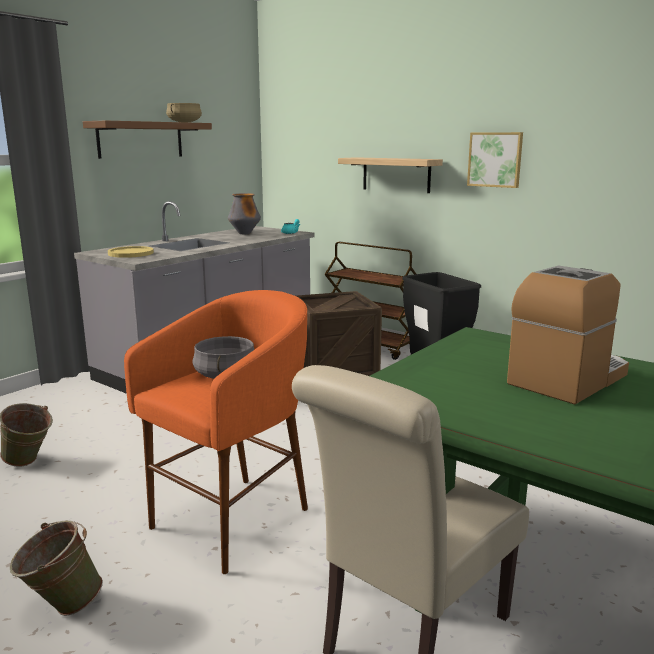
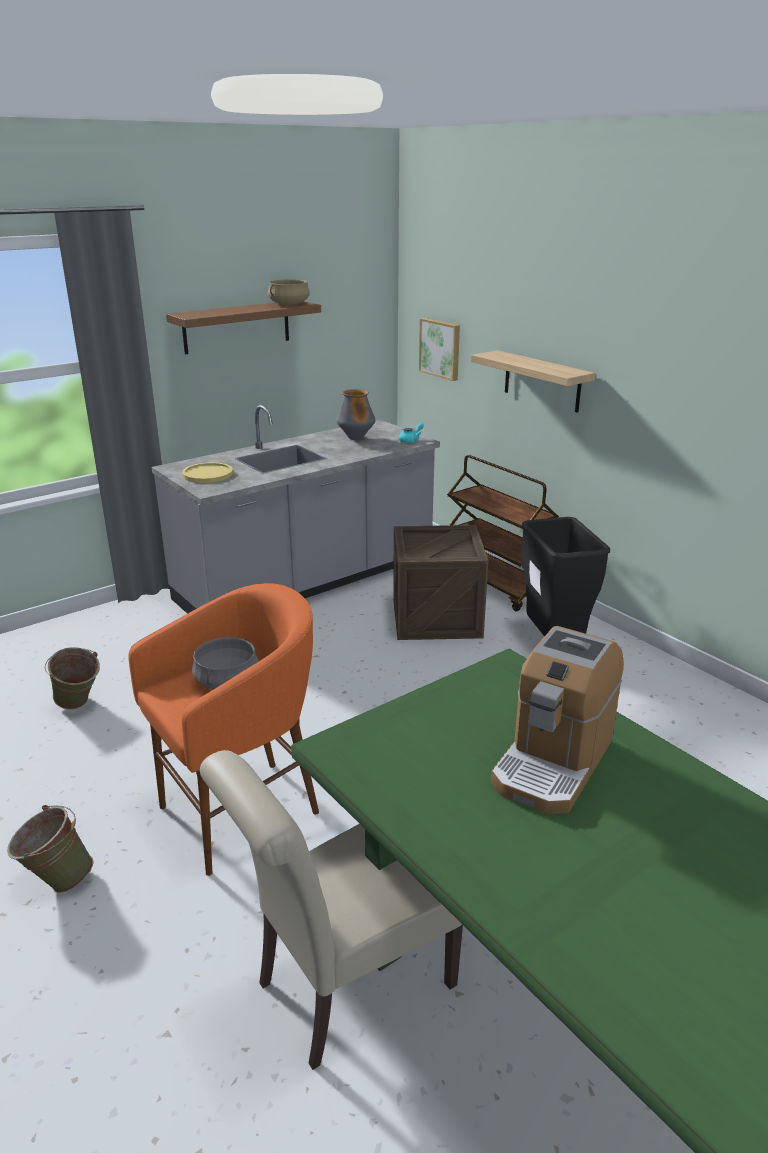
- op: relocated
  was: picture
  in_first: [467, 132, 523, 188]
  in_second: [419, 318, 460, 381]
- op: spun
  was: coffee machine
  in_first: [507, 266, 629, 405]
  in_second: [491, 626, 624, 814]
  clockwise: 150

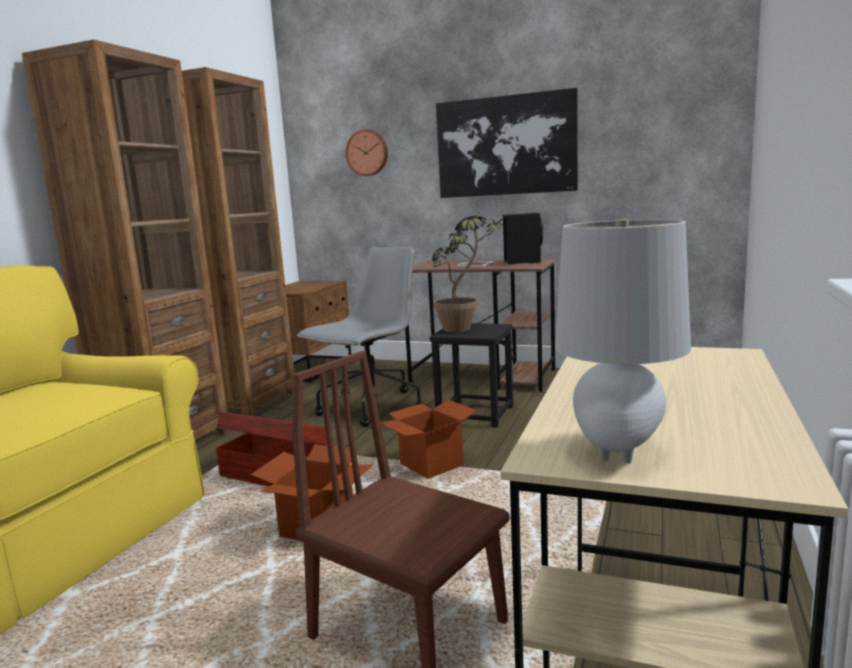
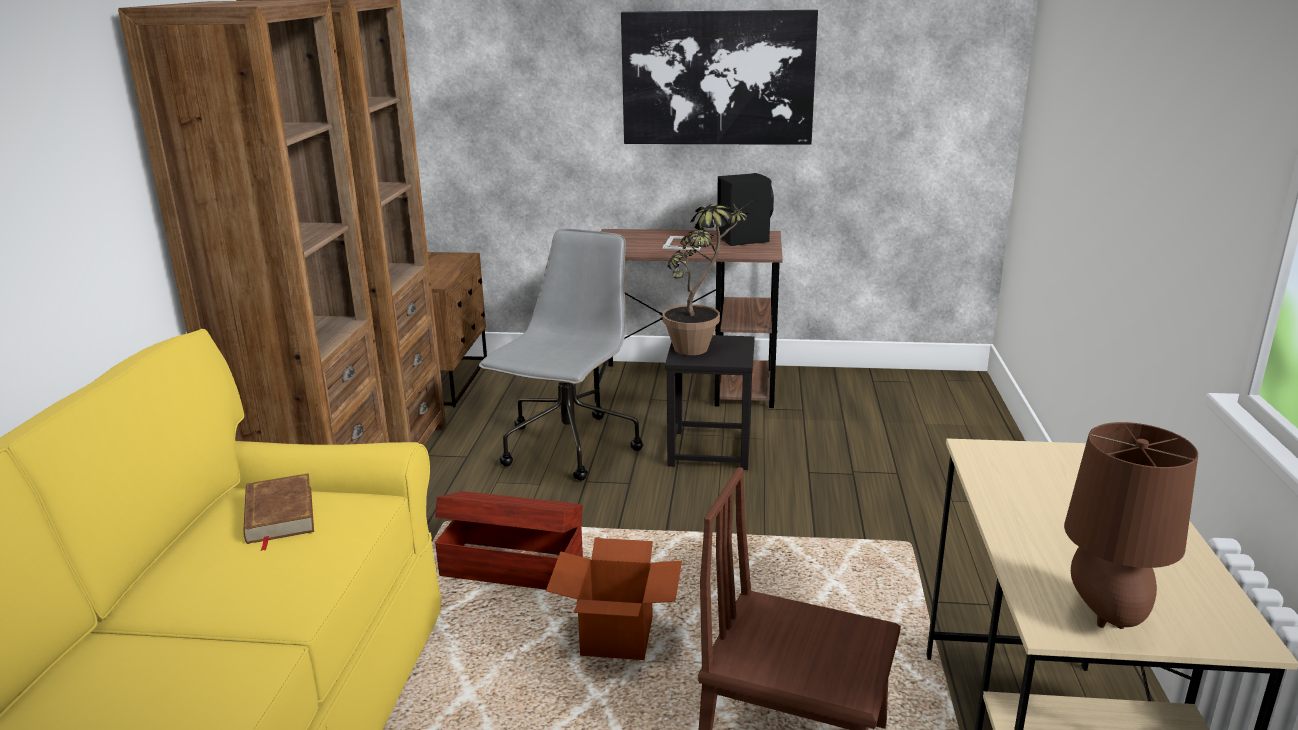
- op: missing
  was: wall clock
  in_first: [345, 129, 388, 176]
- op: missing
  was: cardboard box
  in_first: [380, 400, 478, 479]
- op: appeared
  now: book/brown
  in_second: [243, 473, 314, 551]
- op: colour
  was: table lamp/grey
  now: table lamp/brown
  in_first: [555, 219, 691, 464]
  in_second: [1064, 422, 1198, 629]

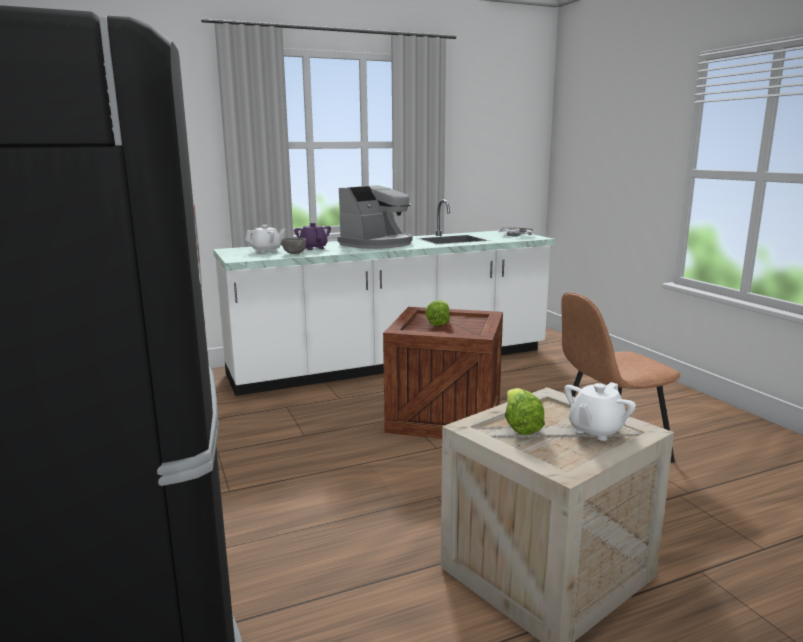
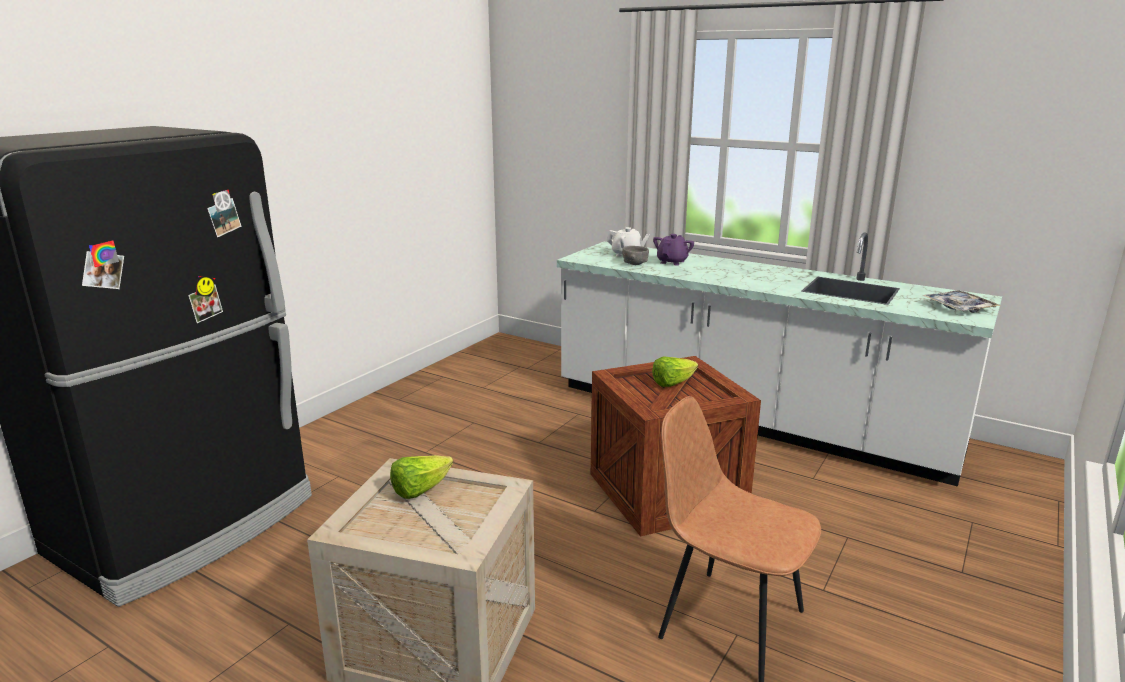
- op: missing
  was: coffee machine
  in_first: [338, 185, 413, 249]
- op: missing
  was: teapot/white
  in_first: [564, 382, 636, 441]

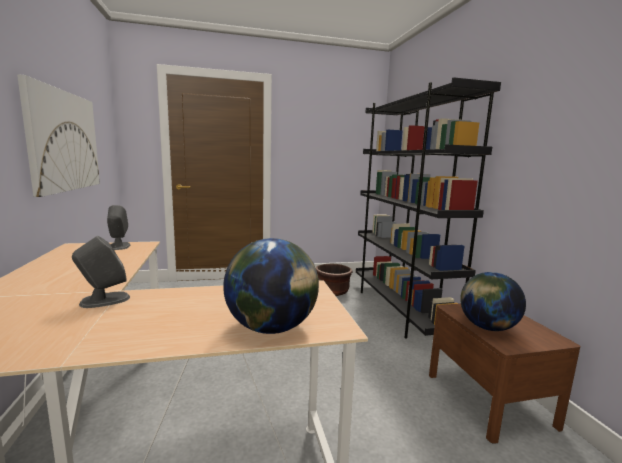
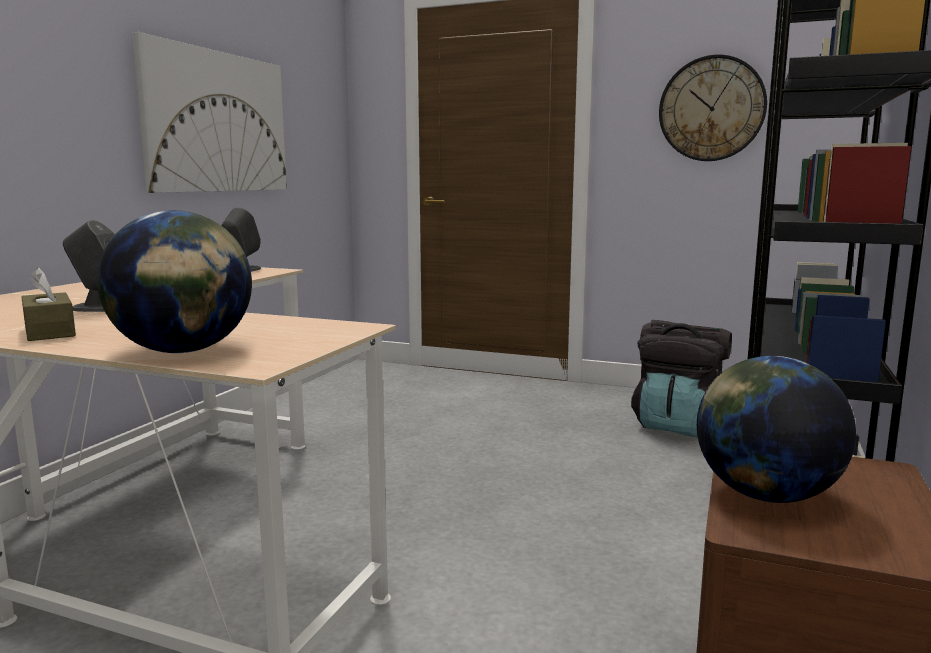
- op: appeared
  now: tissue box/brown
  in_second: [21, 267, 76, 341]
- op: appeared
  now: wall clock
  in_second: [659, 55, 767, 161]
- op: exchanged
  was: planter/brown
  now: backpack/black
  in_first: [316, 264, 352, 296]
  in_second: [631, 320, 732, 437]

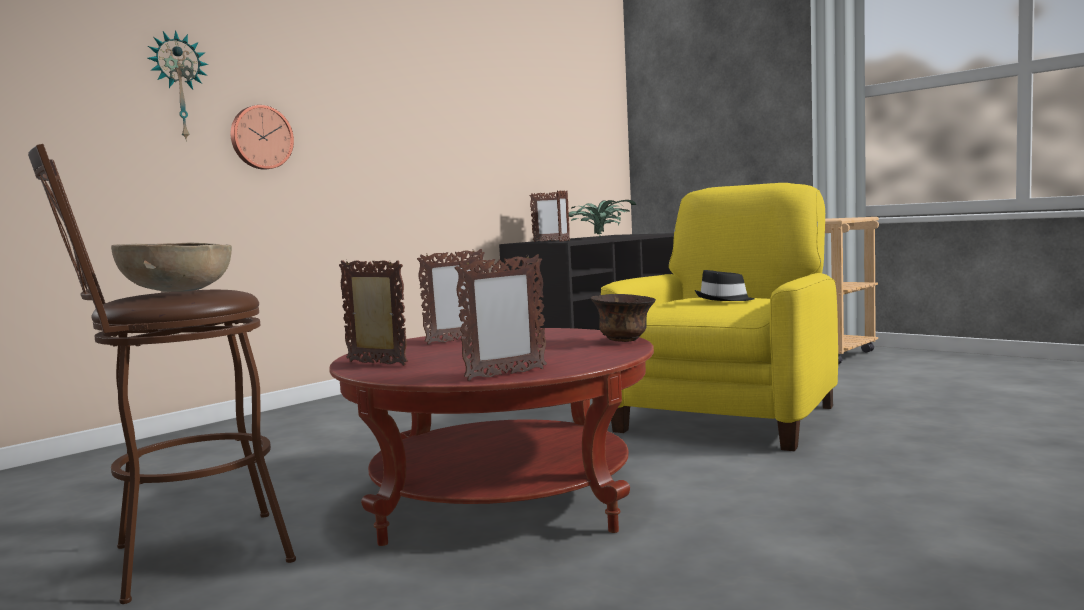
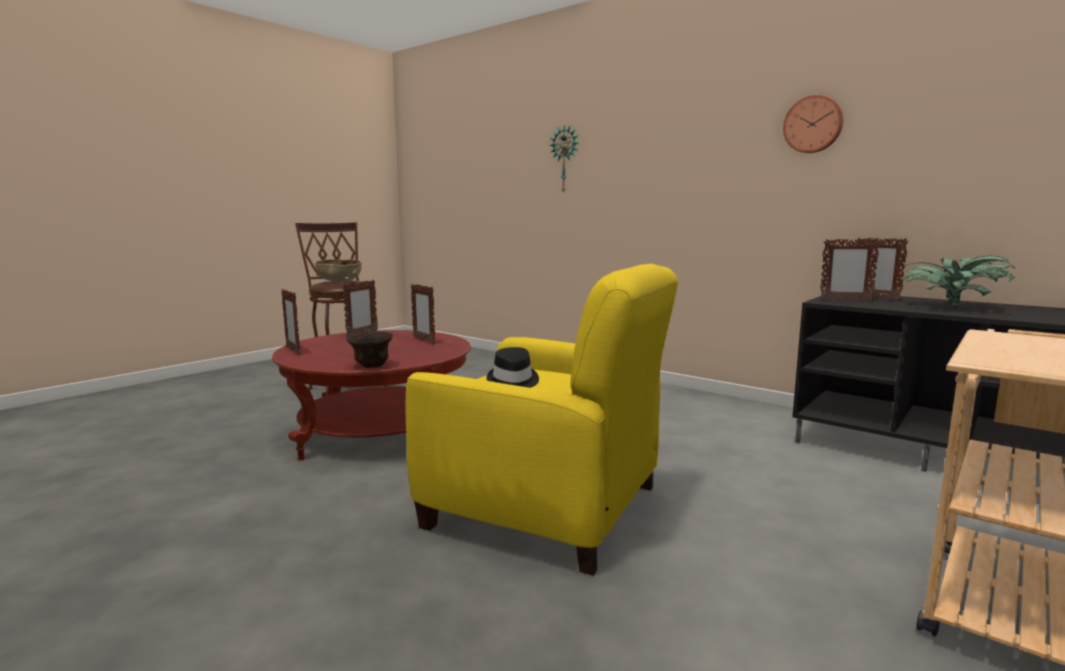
- op: relocated
  was: wall clock
  in_first: [231, 105, 294, 170]
  in_second: [783, 95, 843, 153]

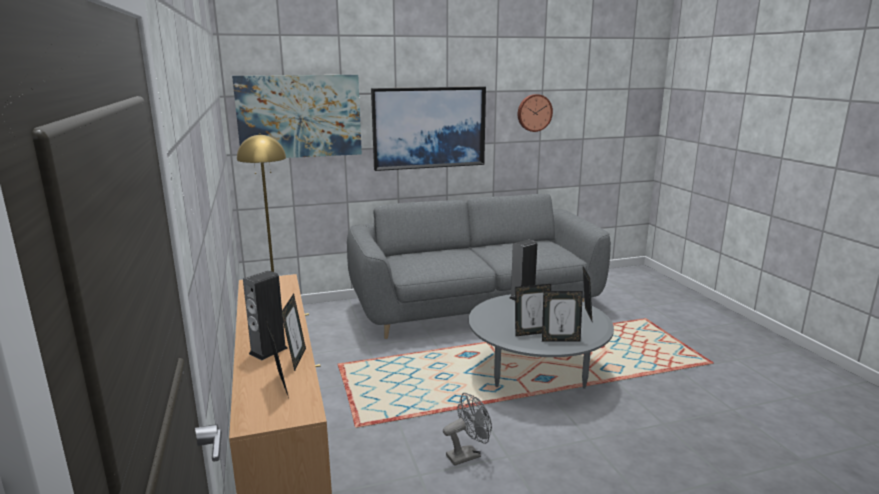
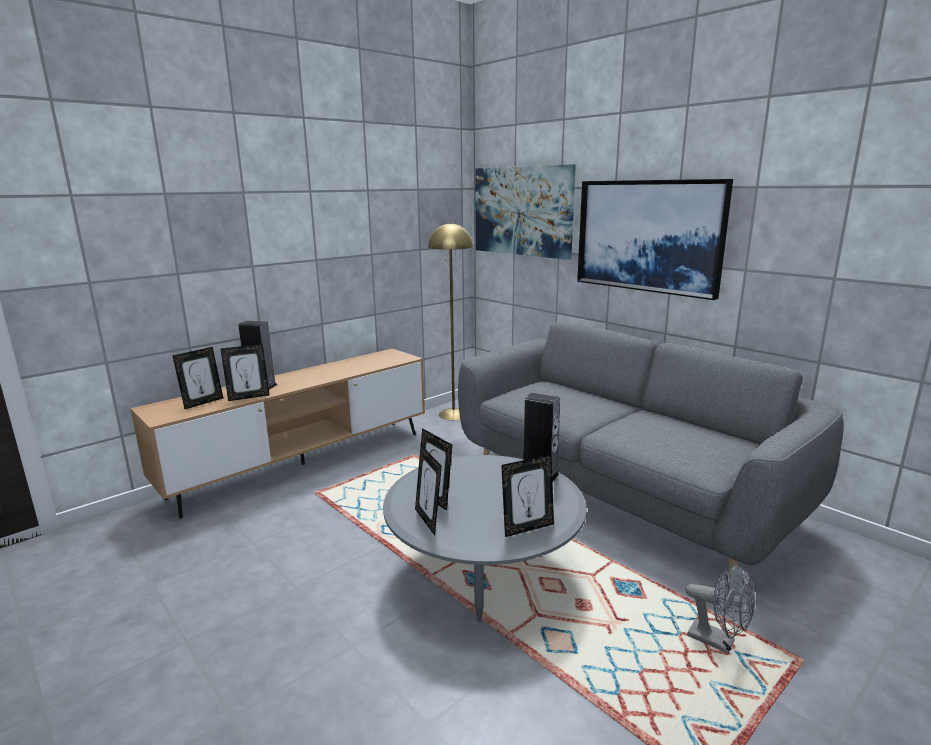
- op: missing
  was: wall clock
  in_first: [518, 94, 553, 132]
- op: relocated
  was: fan/grey
  in_first: [443, 393, 492, 466]
  in_second: [686, 564, 755, 654]

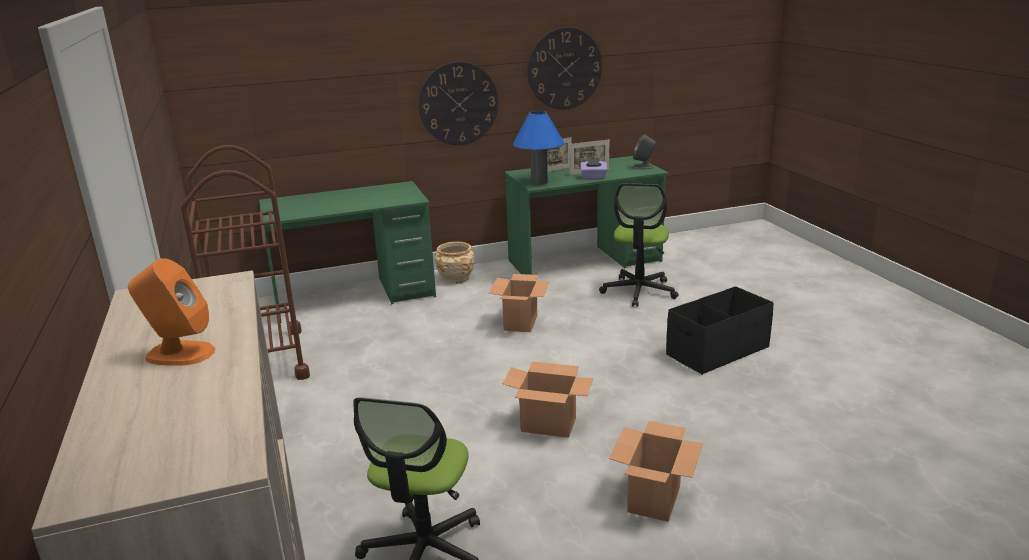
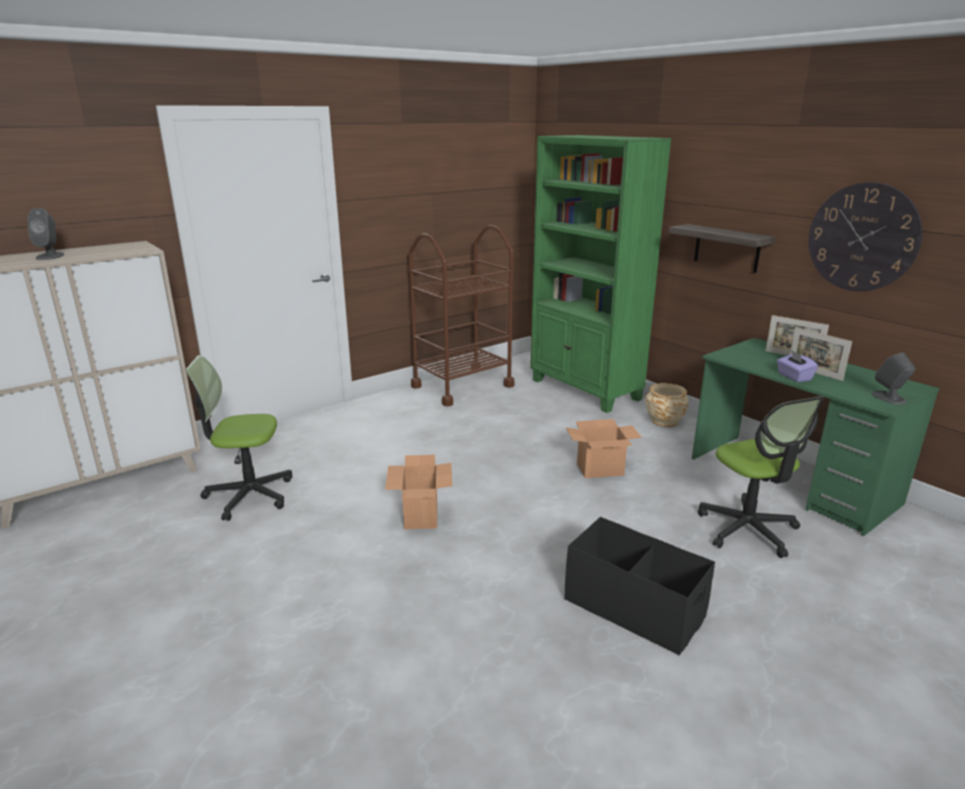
- op: missing
  was: table lamp/blue
  in_first: [513, 111, 564, 185]
- op: missing
  was: cardboard box
  in_first: [609, 421, 703, 522]
- op: exchanged
  was: desk/green
  now: bookcase/green
  in_first: [259, 181, 436, 323]
  in_second: [530, 135, 672, 413]
- op: exchanged
  was: wall clock
  now: shelf
  in_first: [418, 62, 498, 145]
  in_second: [669, 224, 776, 273]
- op: colour
  was: speaker/orange
  now: speaker/grey
  in_first: [128, 258, 215, 366]
  in_second: [28, 208, 65, 260]
- op: spun
  was: office chair
  in_first: [599, 183, 678, 307]
  in_second: [698, 396, 824, 558]
  clockwise: -105

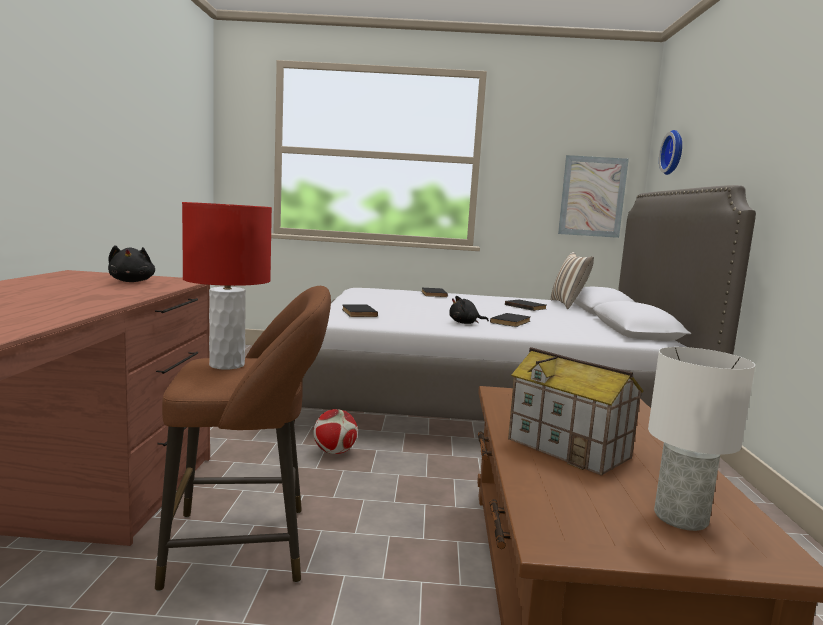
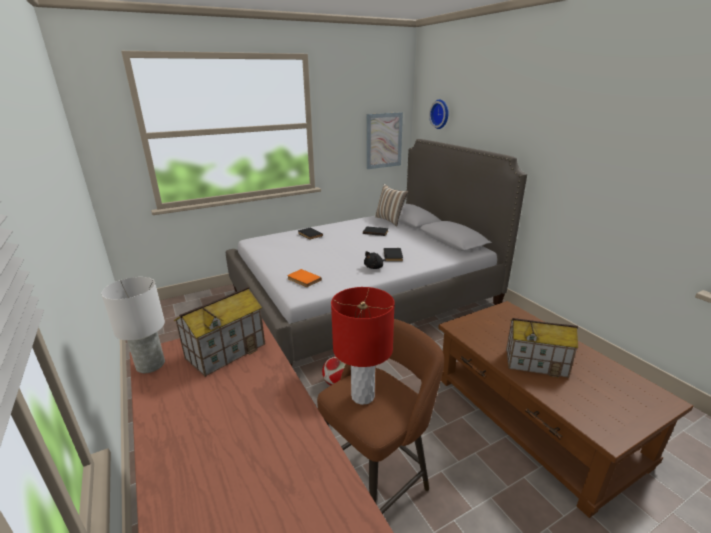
- op: relocated
  was: table lamp/white
  in_first: [648, 347, 755, 531]
  in_second: [101, 277, 165, 373]
- op: exchanged
  was: plush toy/black
  now: toy house
  in_first: [108, 245, 155, 282]
  in_second: [174, 287, 265, 377]
- op: colour
  was: book/black
  now: book/orange
  in_first: [342, 304, 378, 317]
  in_second: [287, 269, 322, 287]

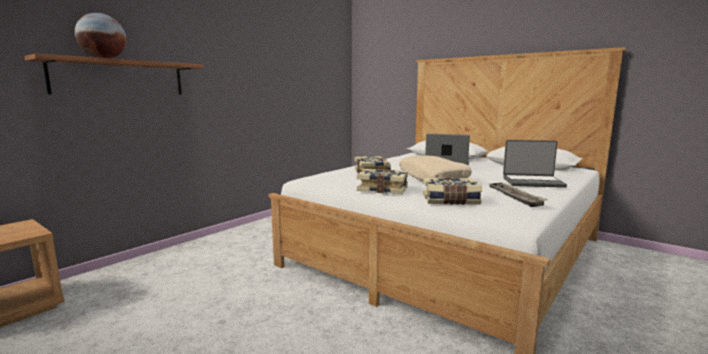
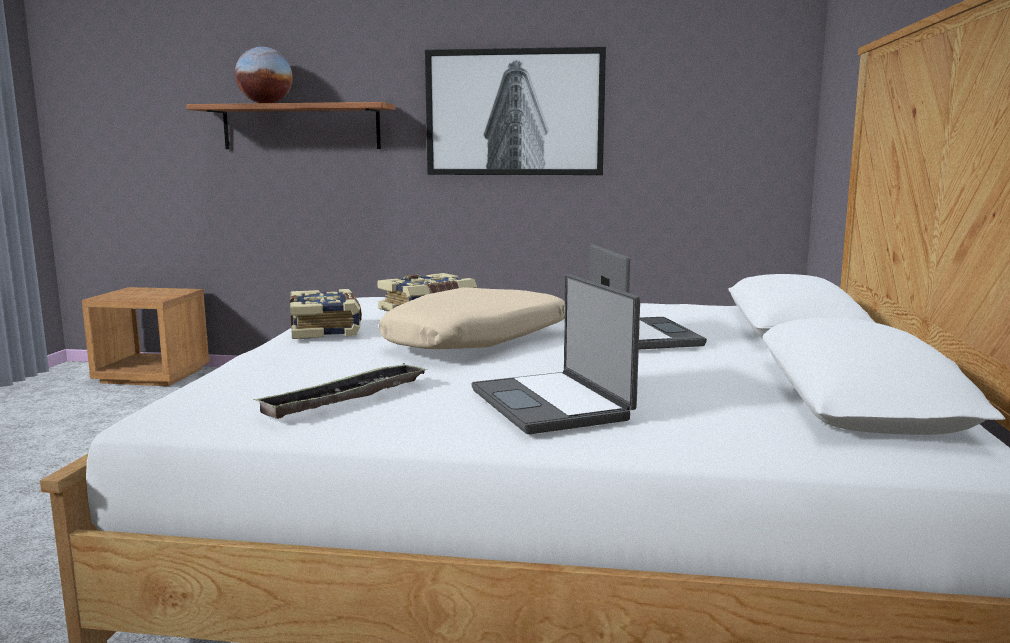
- op: missing
  was: book
  in_first: [423, 177, 482, 205]
- op: appeared
  now: picture
  in_second: [425, 47, 606, 175]

